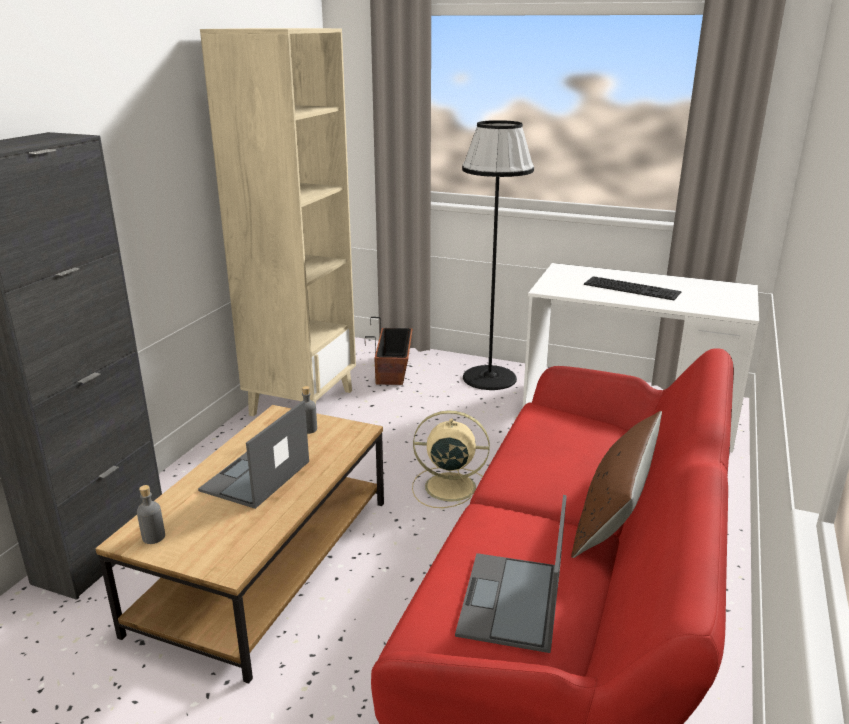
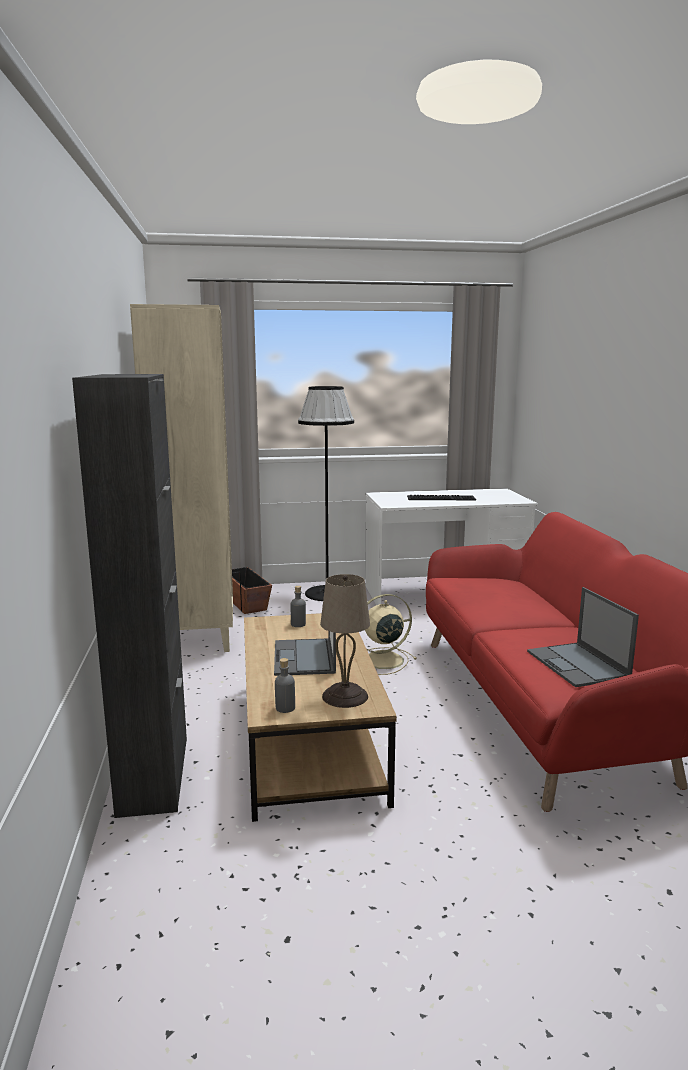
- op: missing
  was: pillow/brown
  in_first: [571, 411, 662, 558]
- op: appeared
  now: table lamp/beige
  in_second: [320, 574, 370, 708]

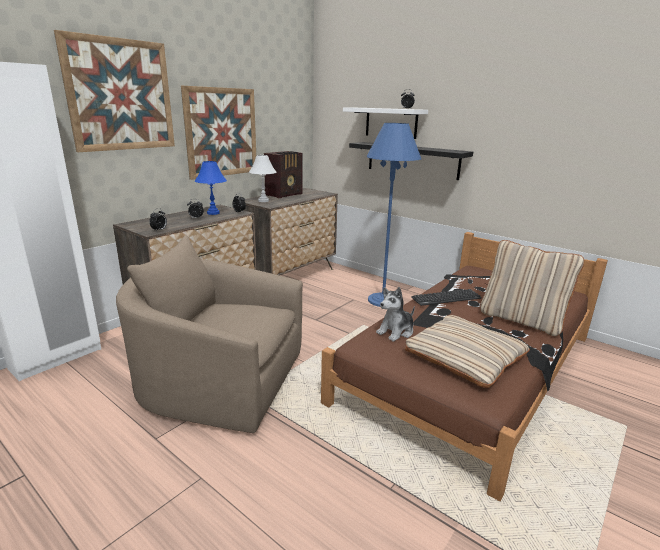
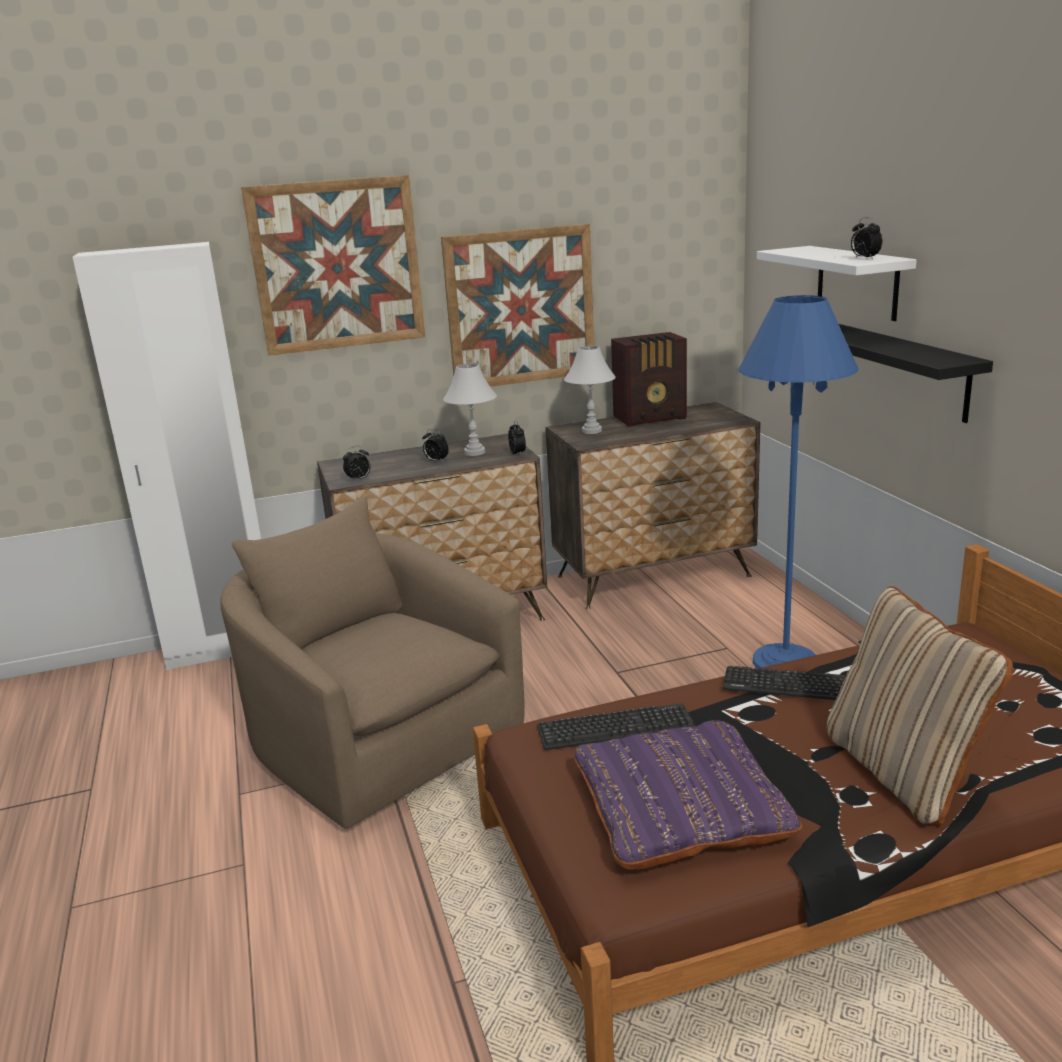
- op: exchanged
  was: plush toy
  now: keyboard
  in_first: [376, 287, 415, 342]
  in_second: [537, 703, 696, 750]
- op: colour
  was: table lamp/blue
  now: table lamp/white
  in_first: [195, 161, 227, 215]
  in_second: [443, 364, 497, 456]
- op: colour
  was: pillow/beige
  now: pillow/purple
  in_first: [405, 315, 530, 388]
  in_second: [574, 720, 803, 870]

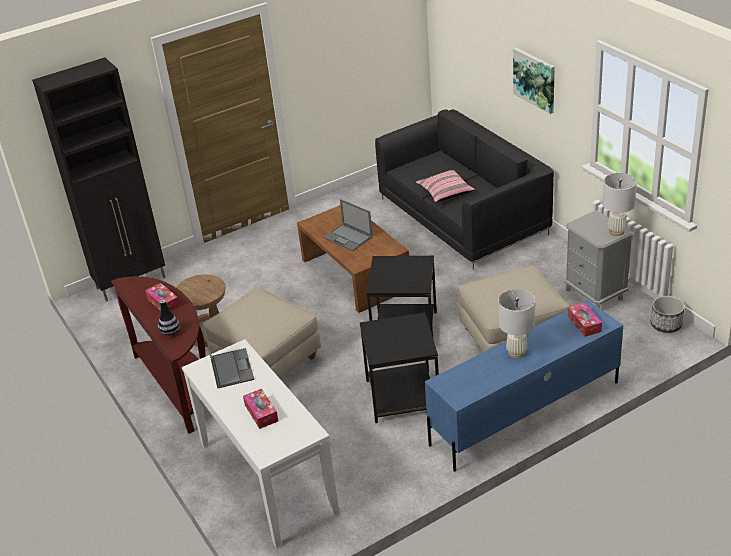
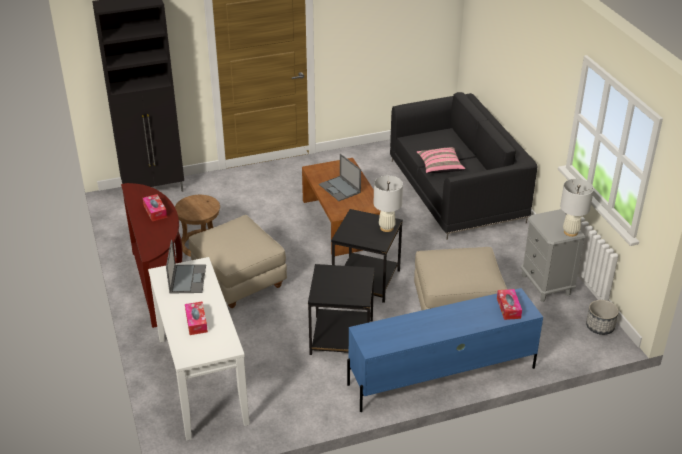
- op: missing
  was: vase
  in_first: [158, 300, 180, 336]
- op: missing
  was: picture
  in_first: [513, 48, 555, 114]
- op: relocated
  was: table lamp/white
  in_first: [499, 289, 535, 358]
  in_second: [374, 176, 403, 232]

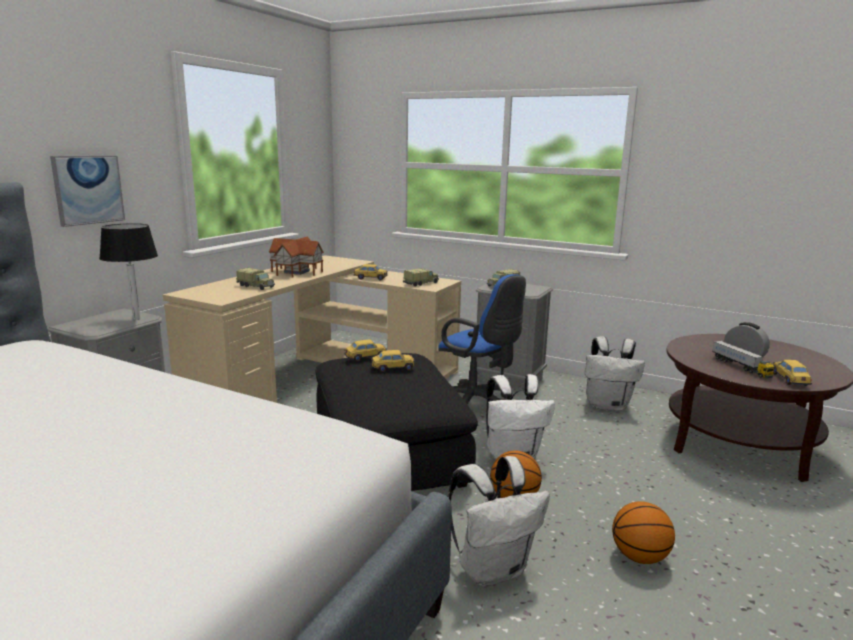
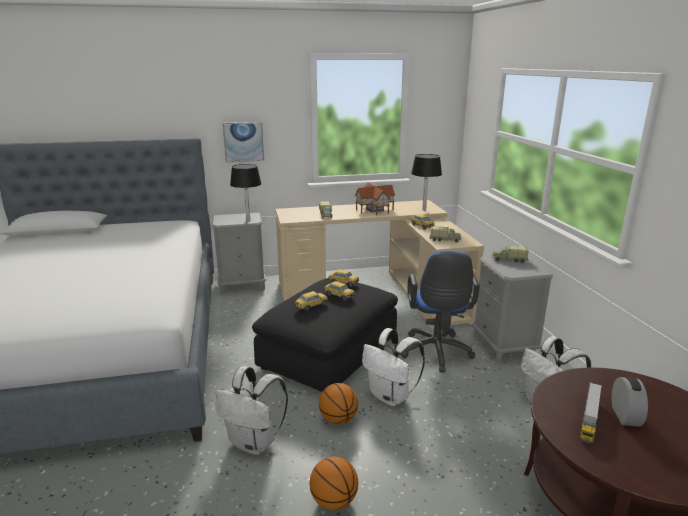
- op: appeared
  now: table lamp/black
  in_second: [411, 154, 442, 211]
- op: relocated
  was: toy car
  in_first: [773, 360, 812, 386]
  in_second: [295, 291, 328, 311]

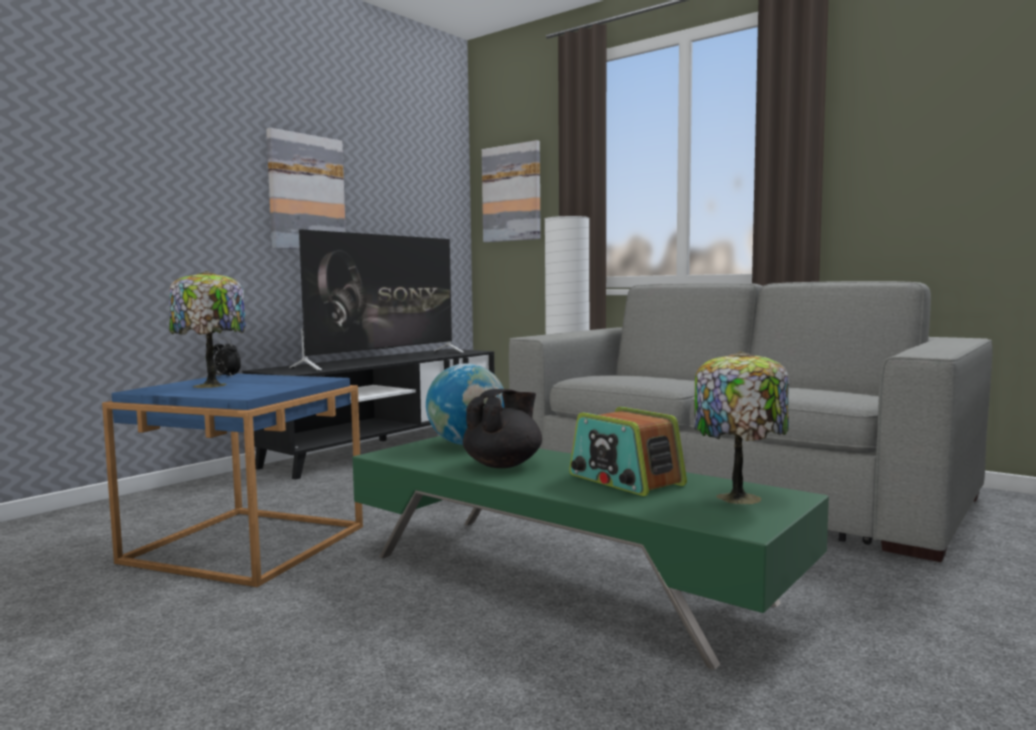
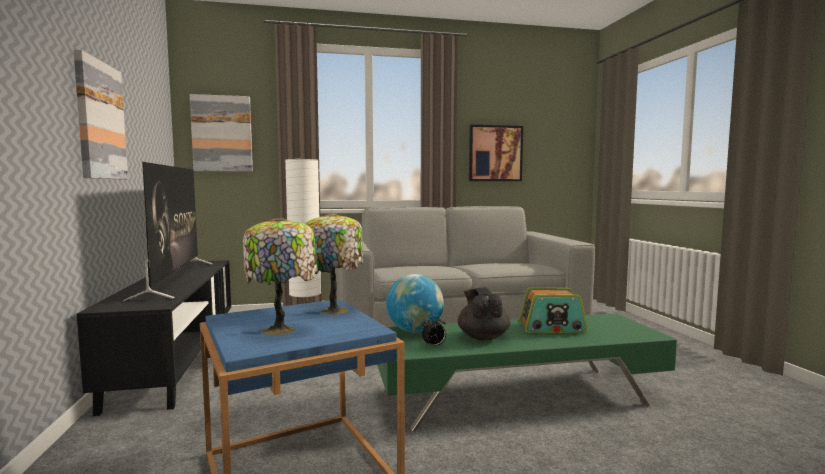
- op: appeared
  now: picture
  in_second: [469, 125, 523, 181]
- op: relocated
  was: alarm clock
  in_first: [213, 338, 241, 378]
  in_second: [422, 315, 446, 347]
- op: relocated
  was: table lamp
  in_first: [694, 351, 789, 504]
  in_second: [306, 213, 364, 315]

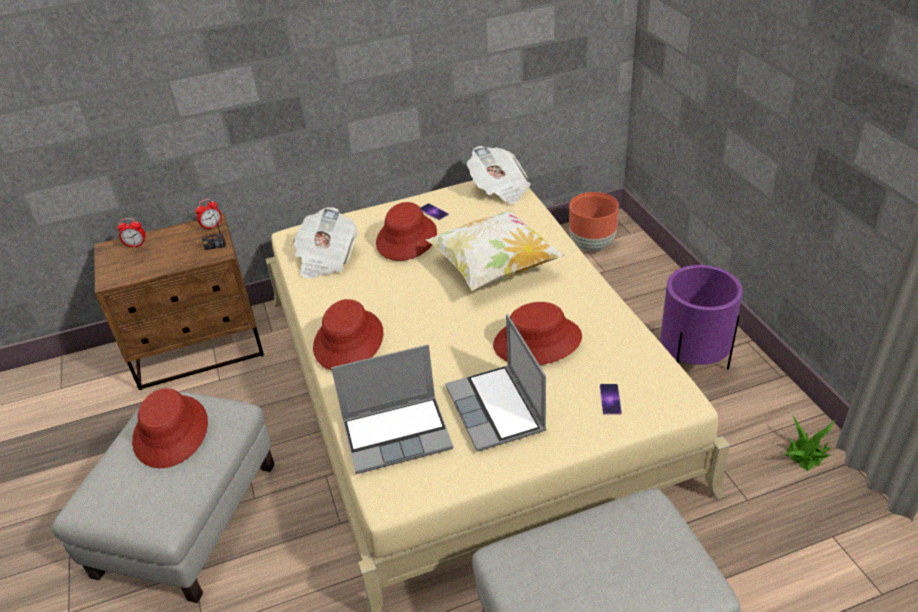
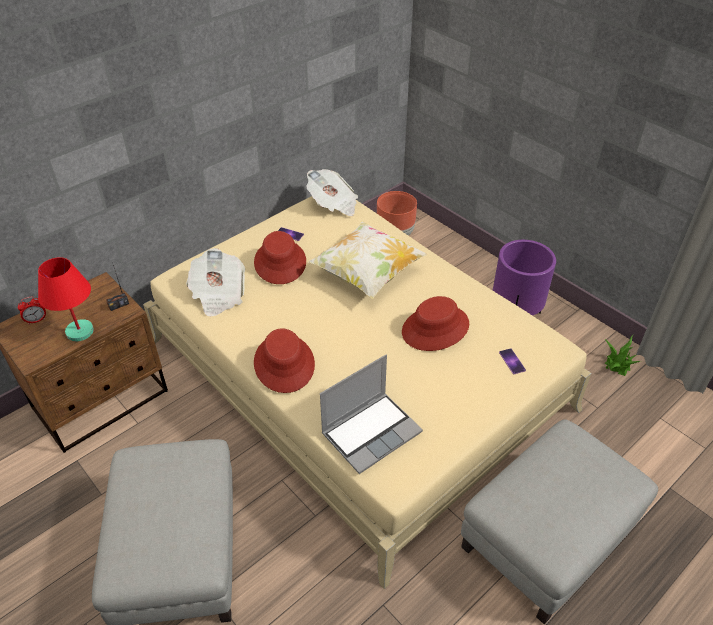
- op: missing
  was: hat/red
  in_first: [132, 388, 208, 468]
- op: missing
  was: alarm clock
  in_first: [195, 199, 222, 231]
- op: missing
  was: laptop
  in_first: [445, 314, 547, 452]
- op: appeared
  now: table lamp/red
  in_second: [38, 257, 94, 341]

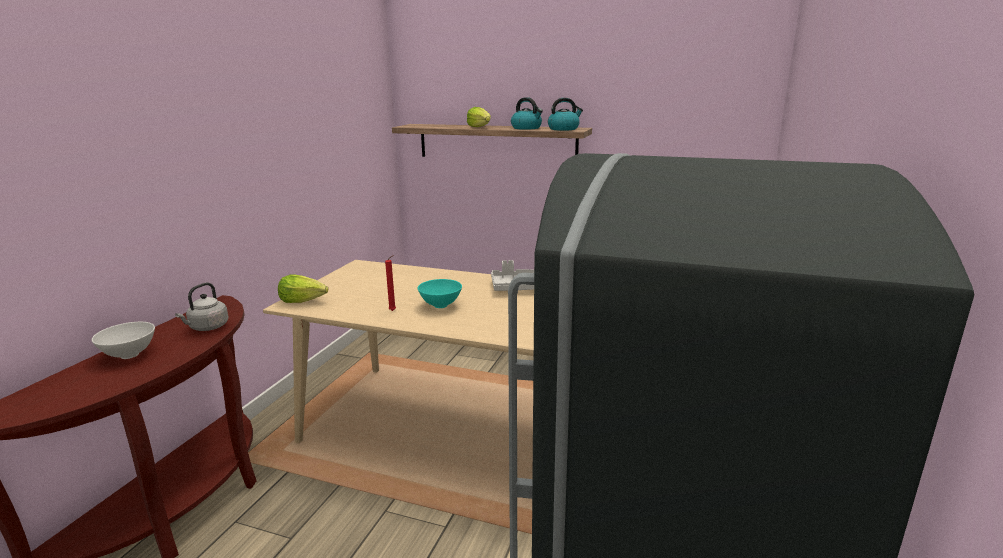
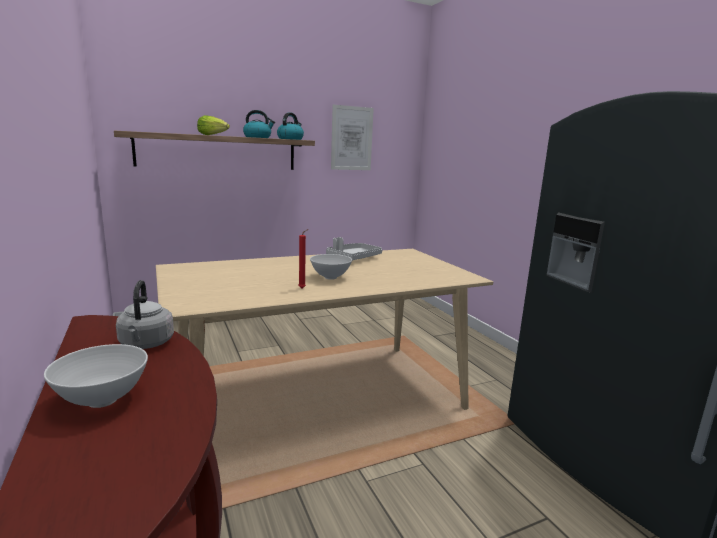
- op: missing
  was: lettuce
  in_first: [278, 274, 328, 303]
- op: appeared
  now: picture
  in_second: [331, 105, 374, 170]
- op: colour
  was: bowl/turquoise
  now: bowl/white
  in_first: [418, 279, 462, 308]
  in_second: [310, 254, 352, 280]

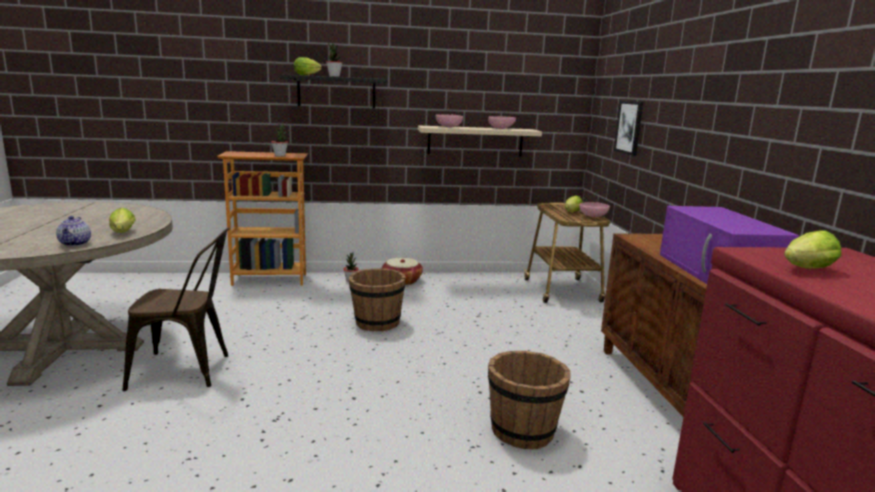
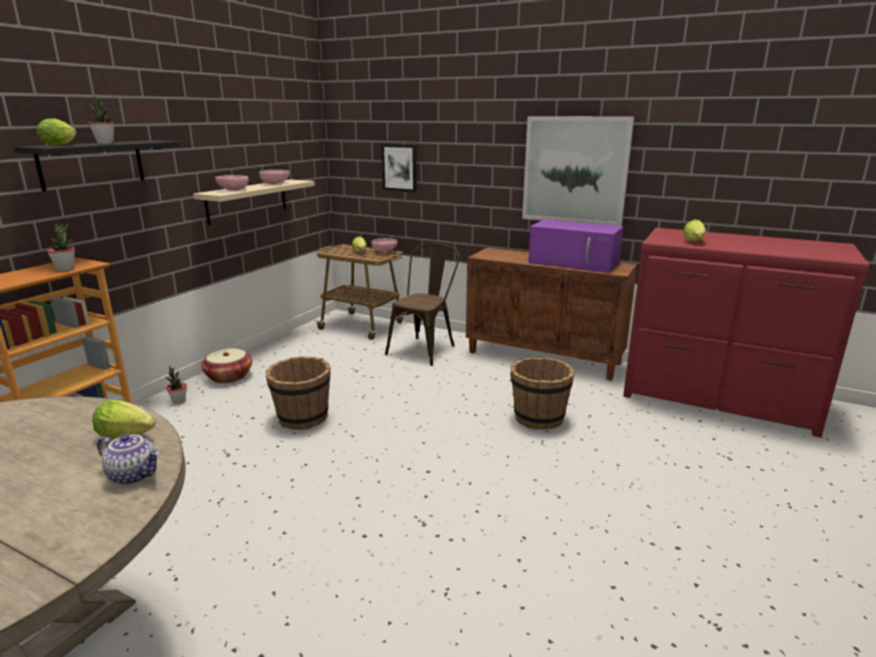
- op: appeared
  now: picture
  in_second: [522, 116, 634, 226]
- op: relocated
  was: chair/brown
  in_first: [122, 227, 230, 391]
  in_second: [385, 244, 459, 366]

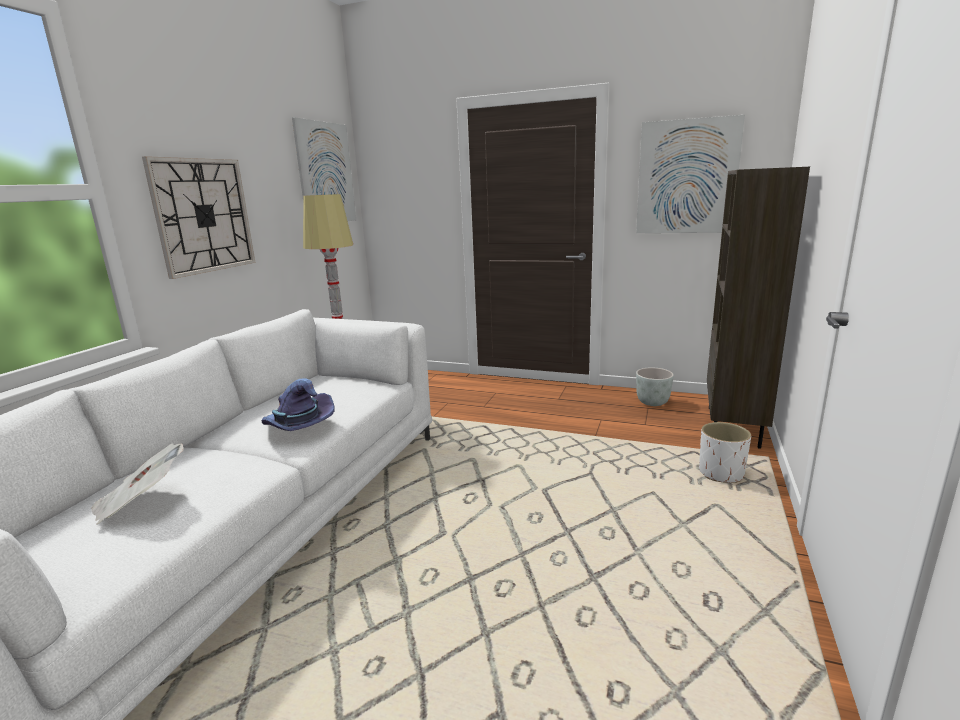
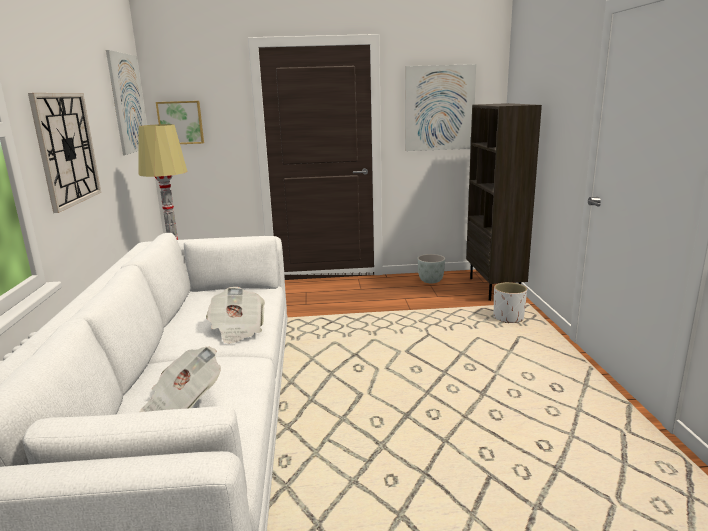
- op: appeared
  now: picture
  in_second: [156, 101, 204, 144]
- op: exchanged
  was: hat/purple
  now: newspaper
  in_first: [261, 378, 335, 431]
  in_second: [206, 287, 265, 344]

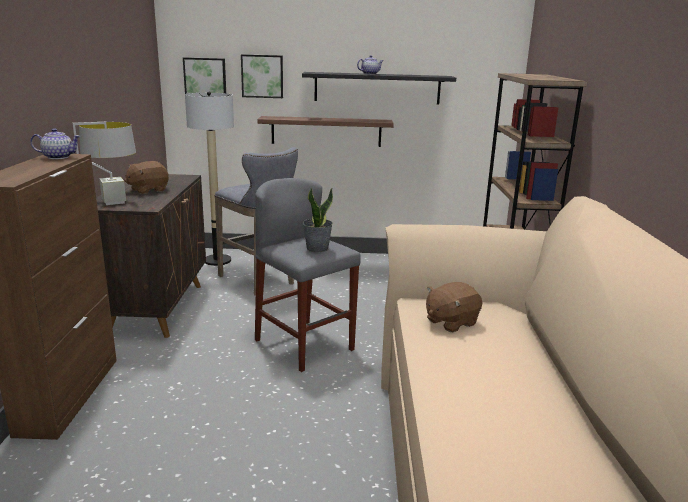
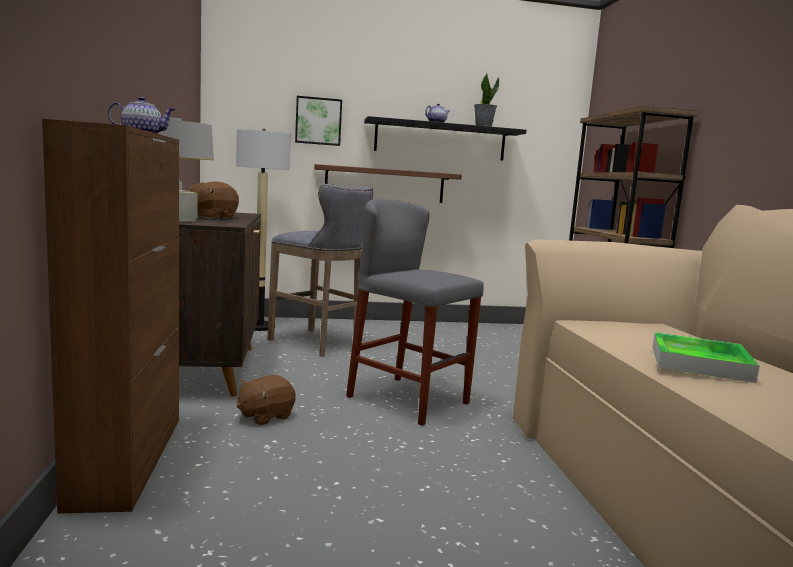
- op: missing
  was: picture
  in_first: [183, 57, 226, 94]
- op: appeared
  now: tray
  in_second: [653, 332, 760, 383]
- op: relocated
  was: potted plant
  in_first: [303, 187, 333, 253]
  in_second: [474, 73, 499, 127]
- op: relocated
  was: plush toy/brown
  in_first: [426, 282, 482, 332]
  in_second: [237, 375, 296, 425]

